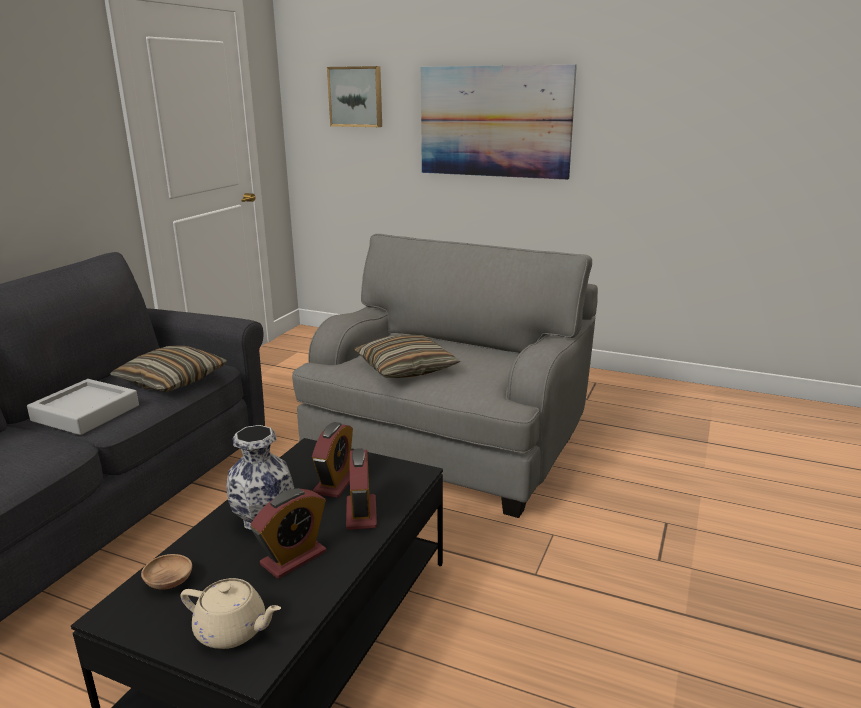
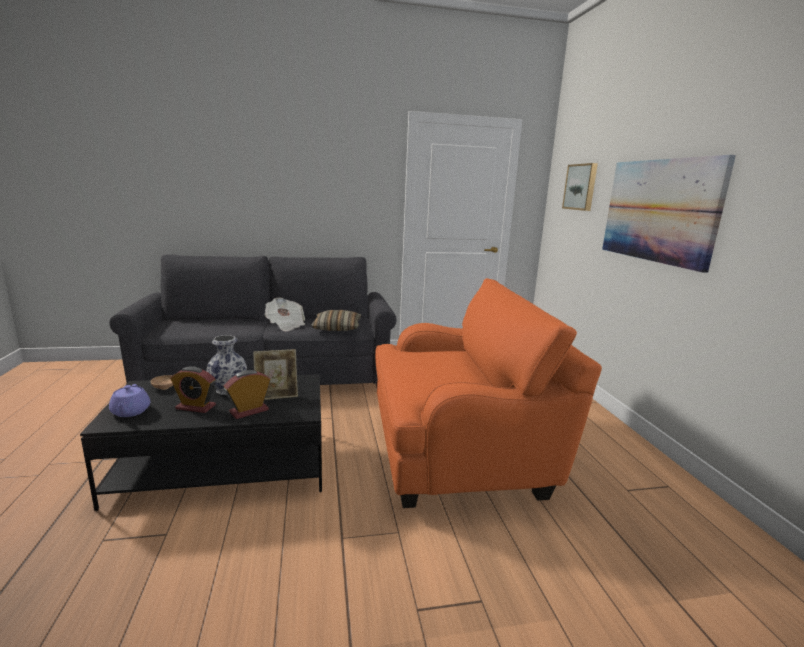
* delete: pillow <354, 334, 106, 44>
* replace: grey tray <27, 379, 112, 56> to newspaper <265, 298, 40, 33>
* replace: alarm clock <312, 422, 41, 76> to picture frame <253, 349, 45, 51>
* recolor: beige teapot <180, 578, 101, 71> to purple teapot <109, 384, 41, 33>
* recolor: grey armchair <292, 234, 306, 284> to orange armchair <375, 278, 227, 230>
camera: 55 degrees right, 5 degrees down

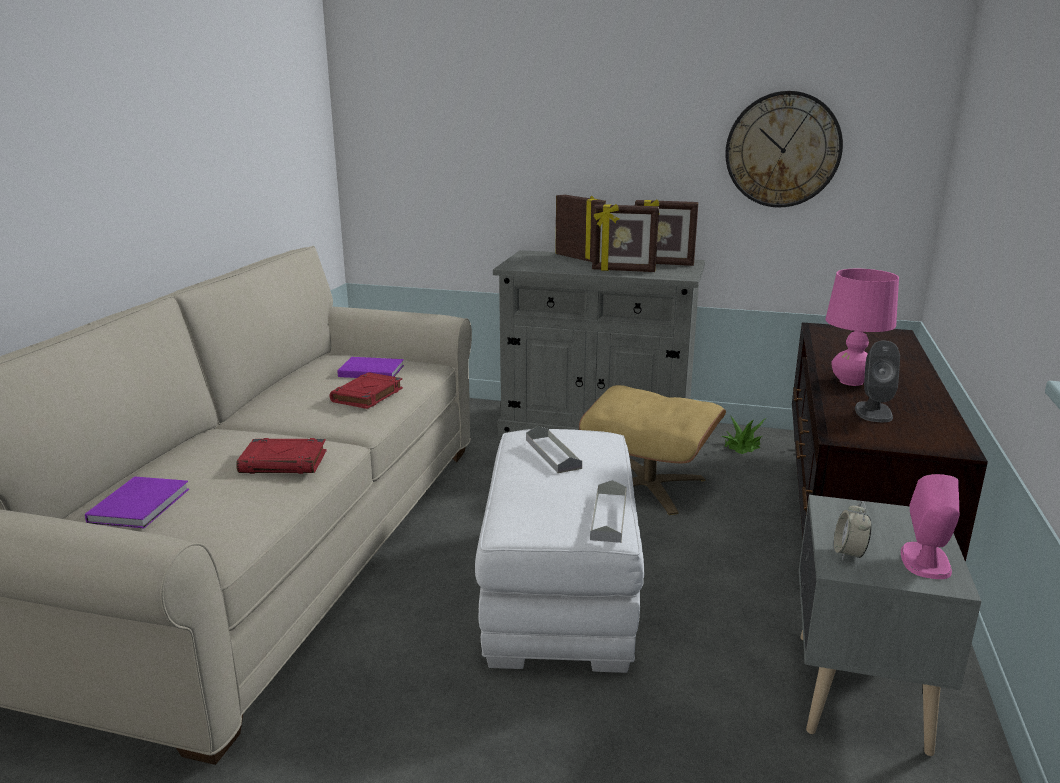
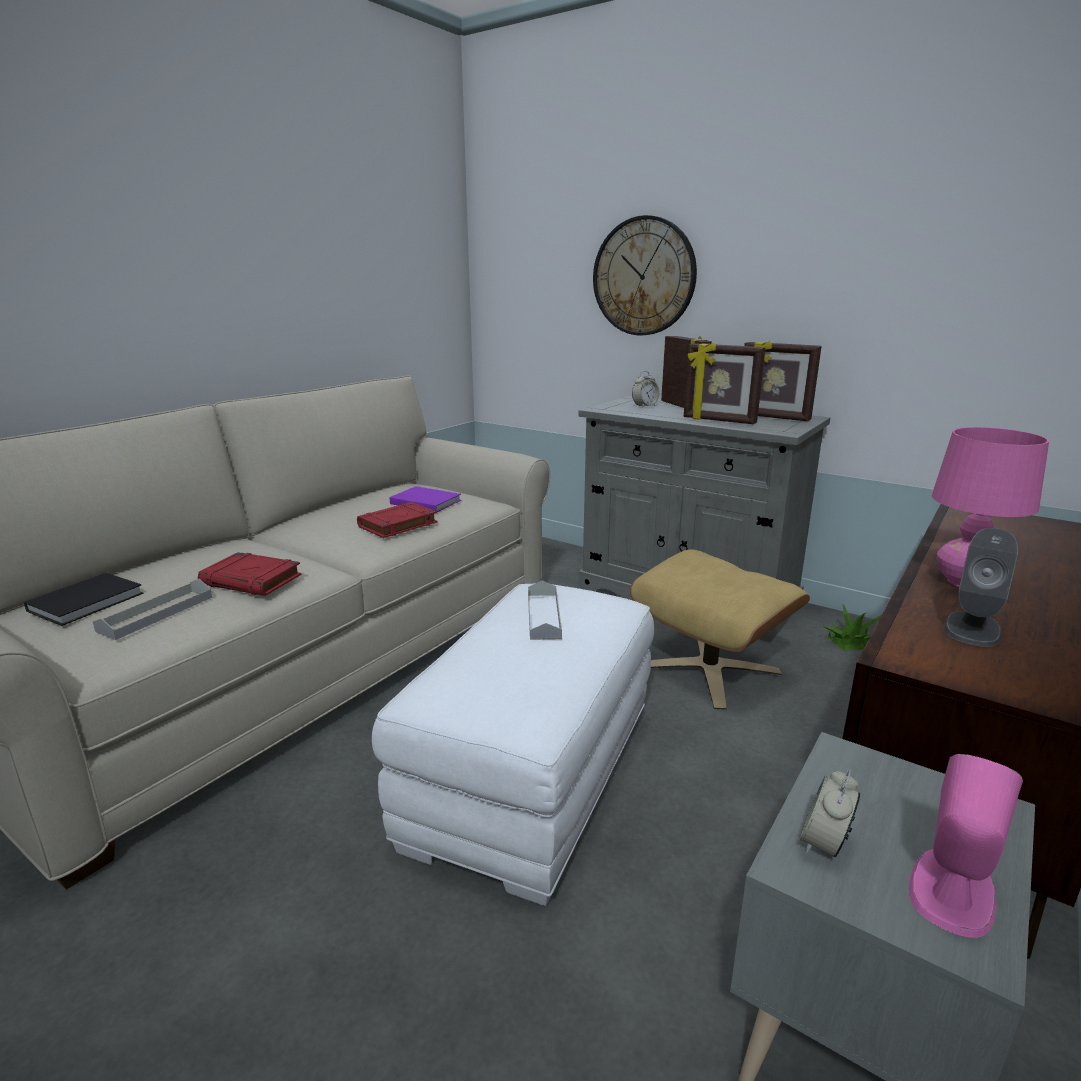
* insert: alarm clock <632, 371, 27, 37>
* move: grey tray <590, 480, 37, 63> to <93, 579, 119, 61>
* move: wall clock <725, 91, 118, 116> to <593, 215, 104, 120>
* recolor: purple book <85, 477, 104, 51> to black book <24, 573, 119, 53>
camera: 20 degrees right, 0 degrees up

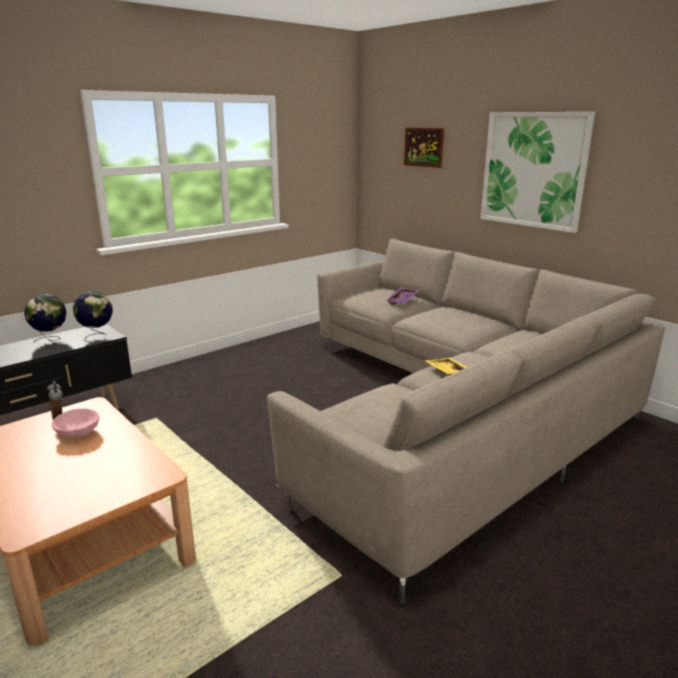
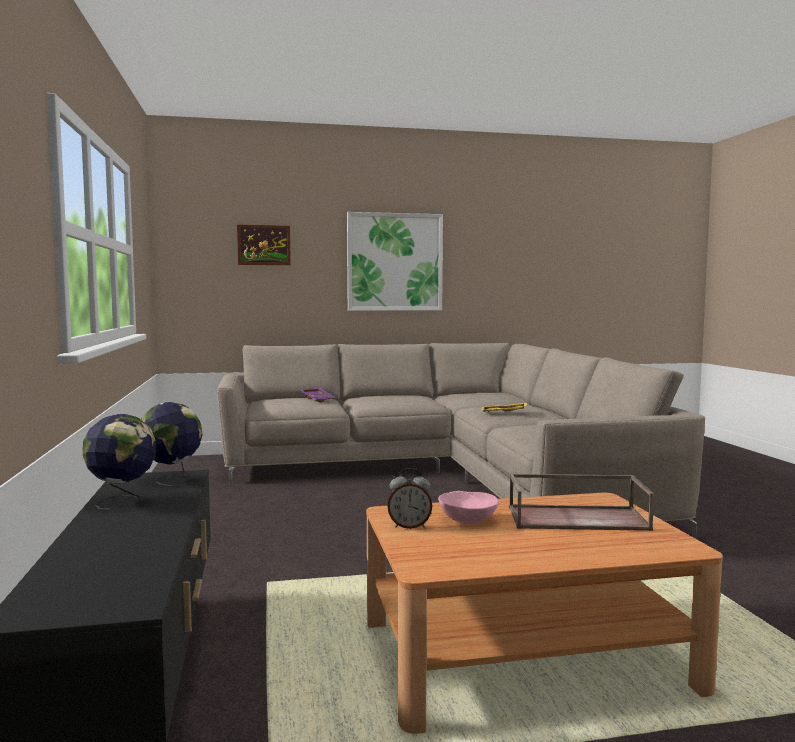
* insert: brown tray <509, 474, 145, 57>
camera: 60 degrees left, 15 degrees down

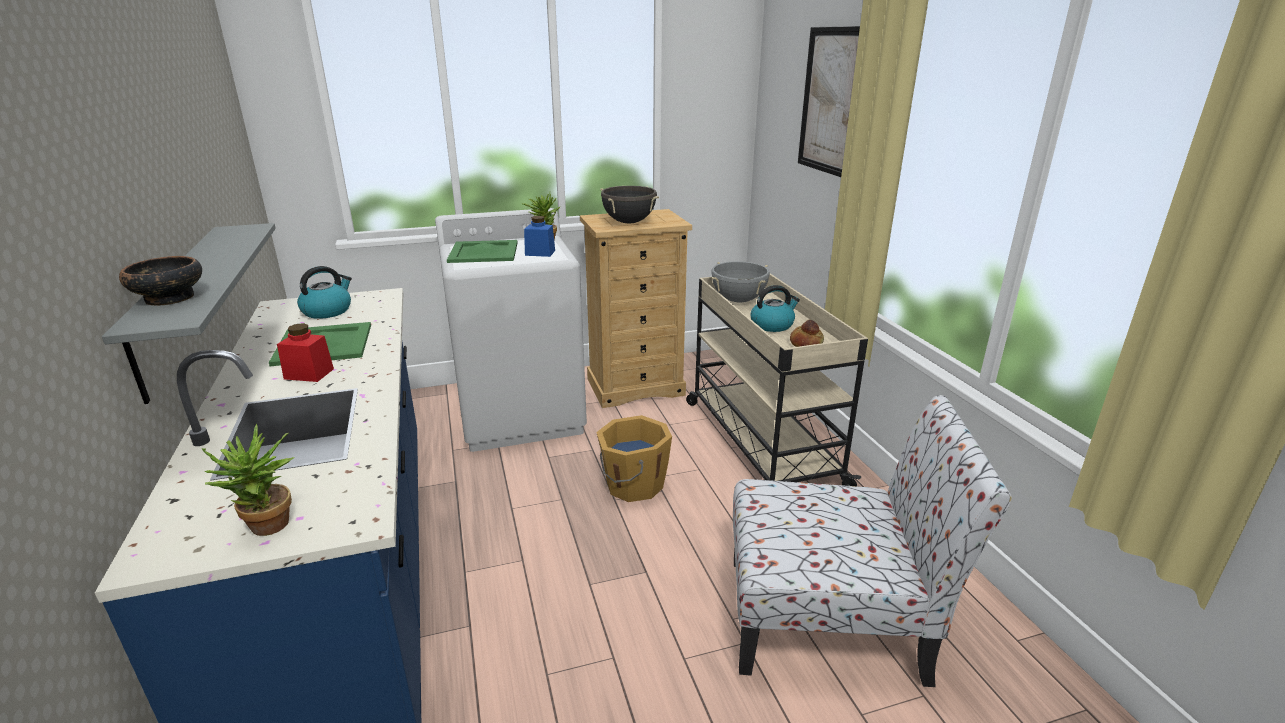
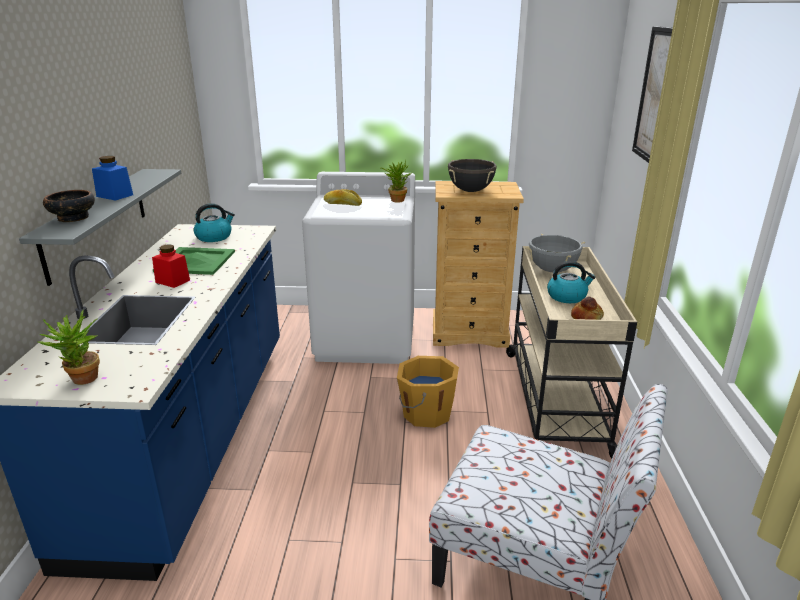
* move: blue jar <524, 216, 31, 41> to <92, 156, 41, 45>
* replace: green tray <447, 240, 71, 23> to bread <324, 189, 38, 17>
camera: 20 degrees right, 0 degrees up

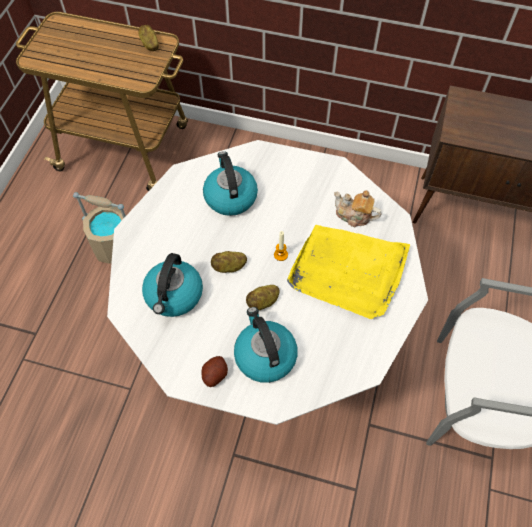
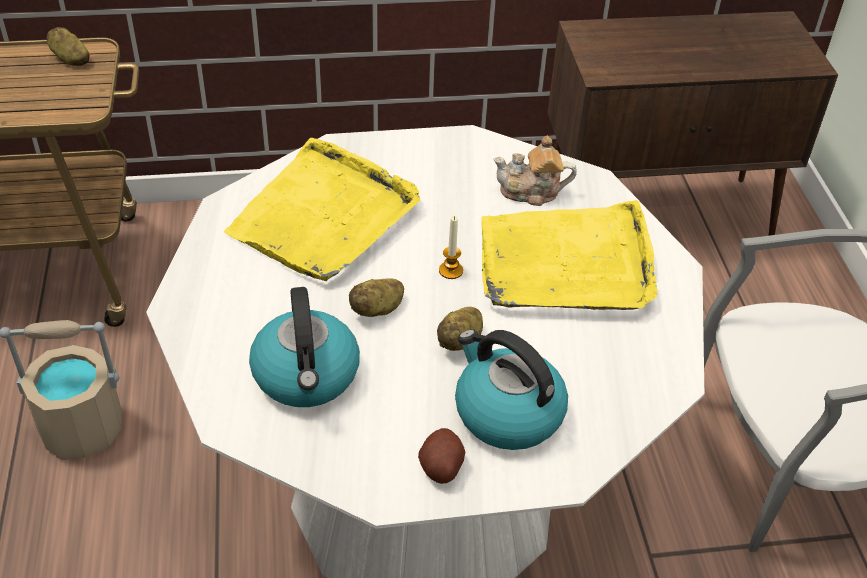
* replace: kettle <203, 151, 55, 65> to yellow tray <224, 138, 196, 143>
camera: 25 degrees left, 15 degrees down

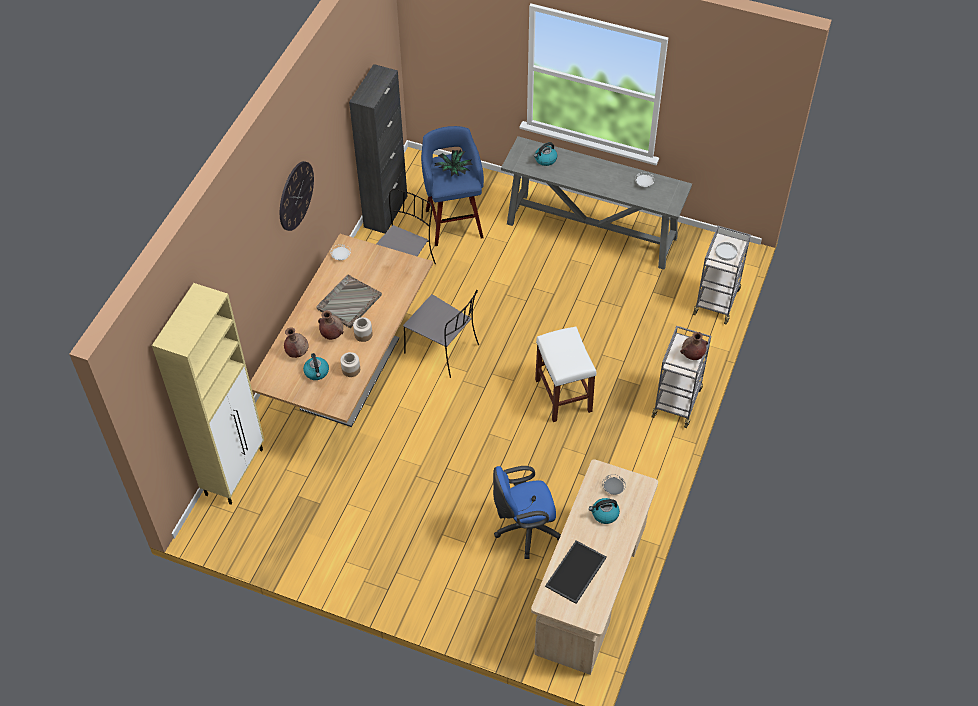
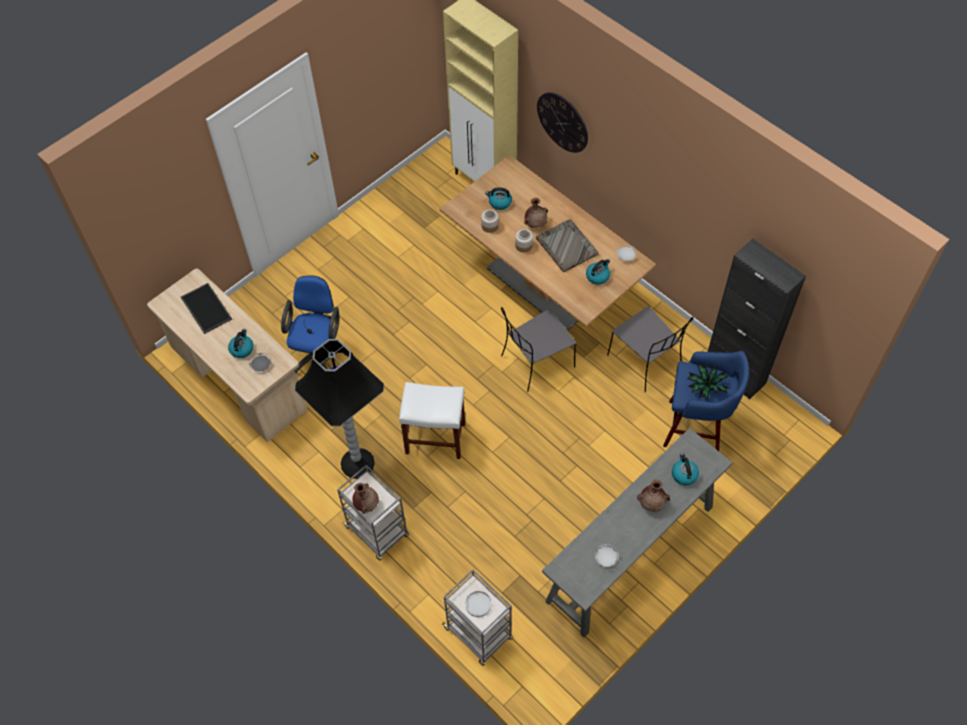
* insert: black floor lamp <295, 339, 89, 140>
* insert: kettle <586, 259, 24, 26>
* move: wall clock <280, 161, 34, 70> to <537, 92, 51, 61>
* move: brown vase <284, 327, 25, 31> to <637, 480, 33, 32>
camera: 115 degrees right, 5 degrees up

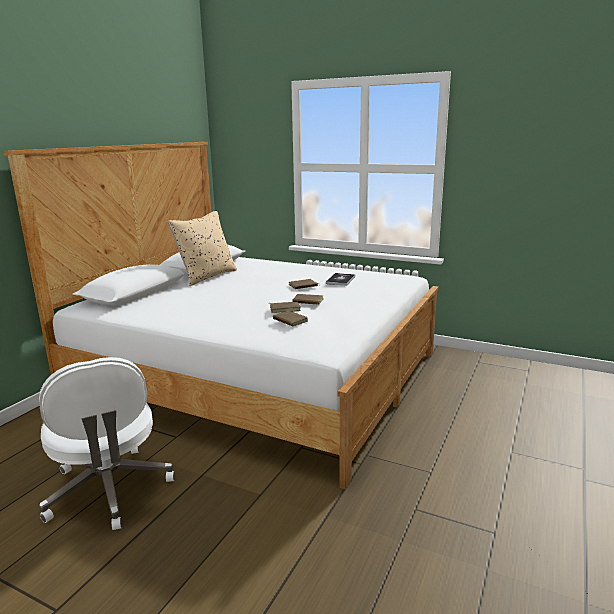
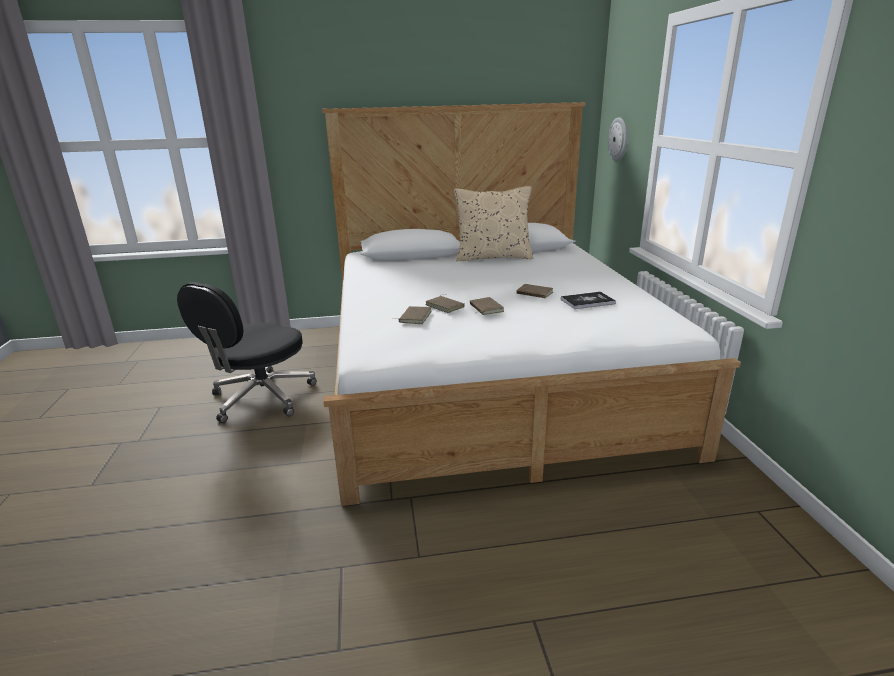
* insert: wall clock <608, 117, 19, 44>
* recolor: white office chair <39, 357, 136, 173> to black office chair <177, 282, 140, 141>
camera: 55 degrees right, 5 degrees up

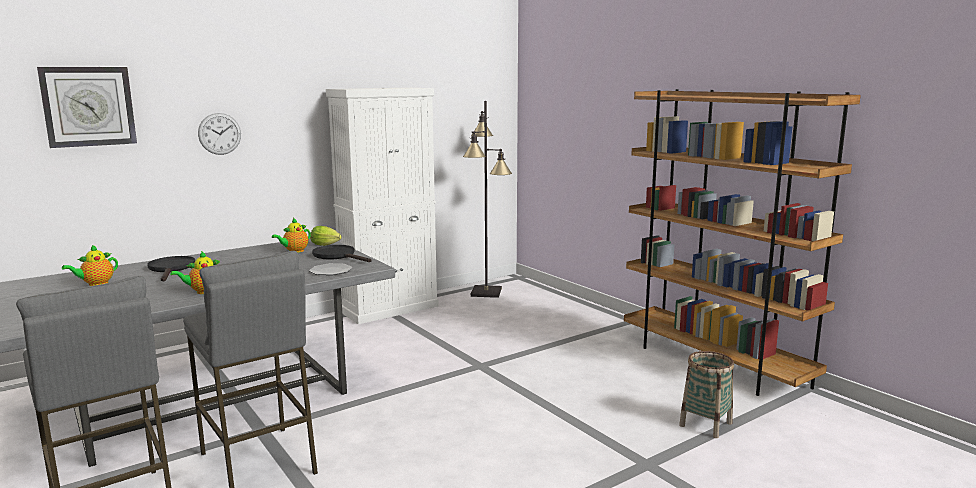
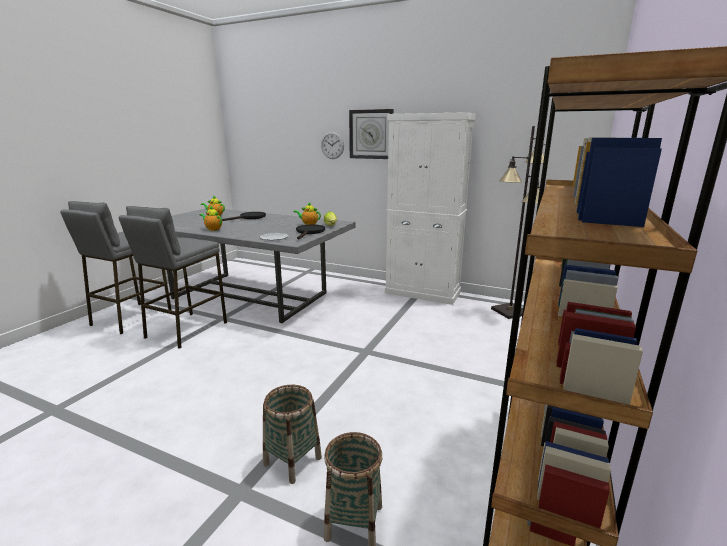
* insert: basket <263, 385, 59, 99>
* move: wall clock <37, 67, 100, 81> to <349, 109, 45, 50>
camera: 60 degrees right, 5 degrees up

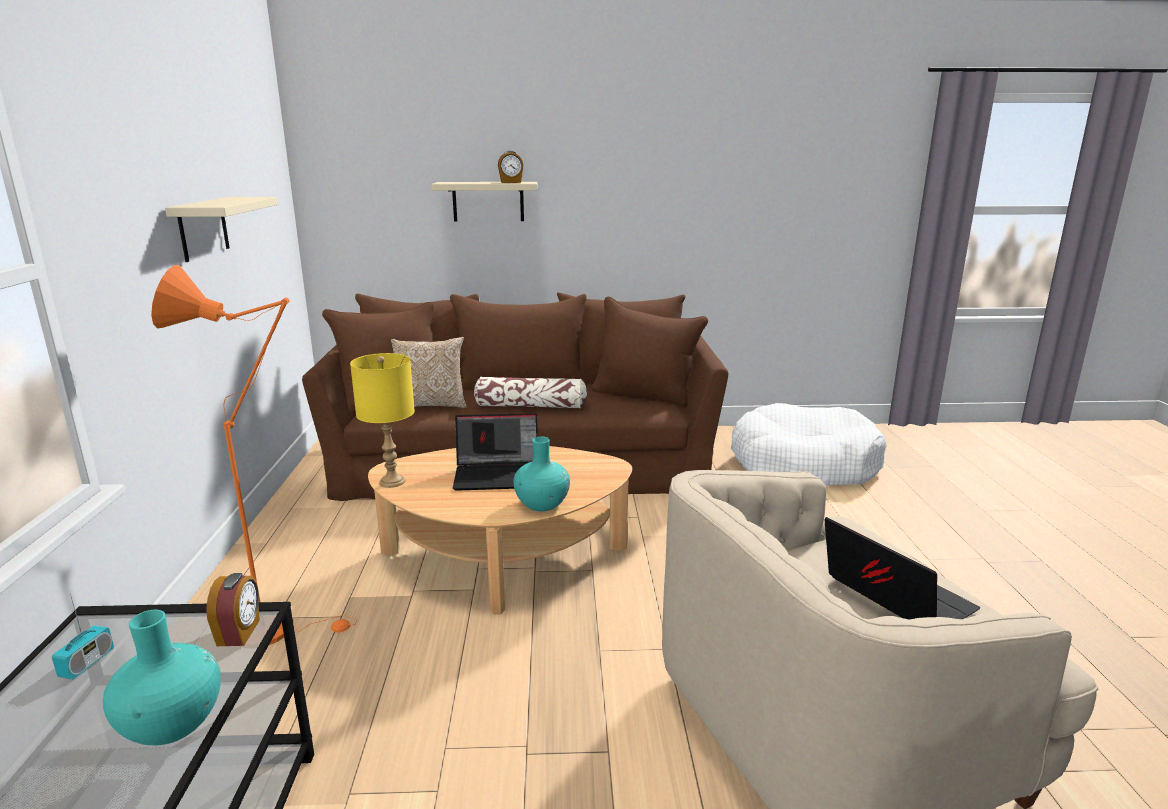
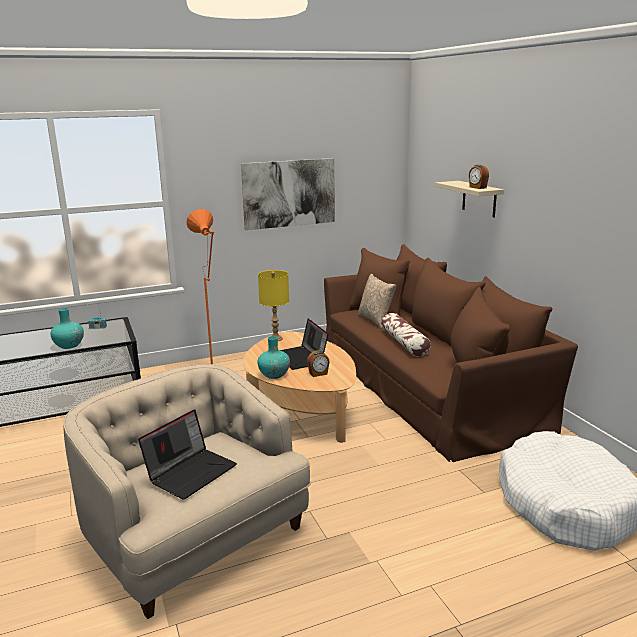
* move: alarm clock <206, 573, 54, 73> to <307, 350, 23, 27>
* replace: beige shelf <165, 197, 113, 65> to picture <241, 158, 94, 72>
camera: 70 degrees right, 0 degrees up

